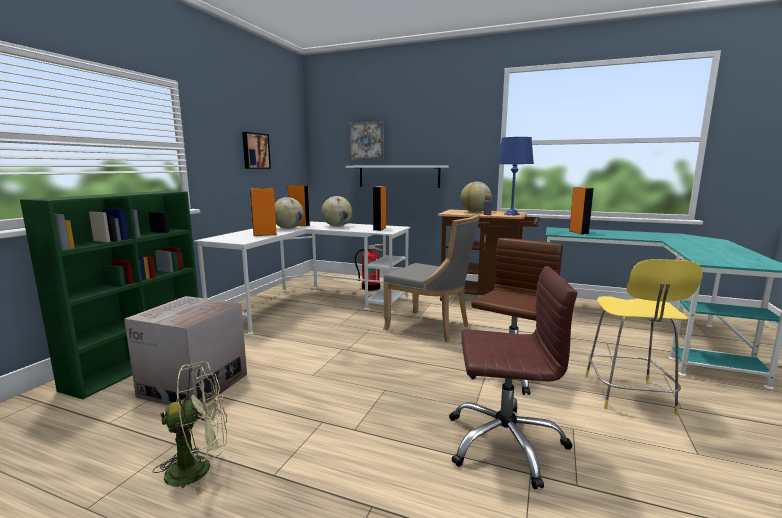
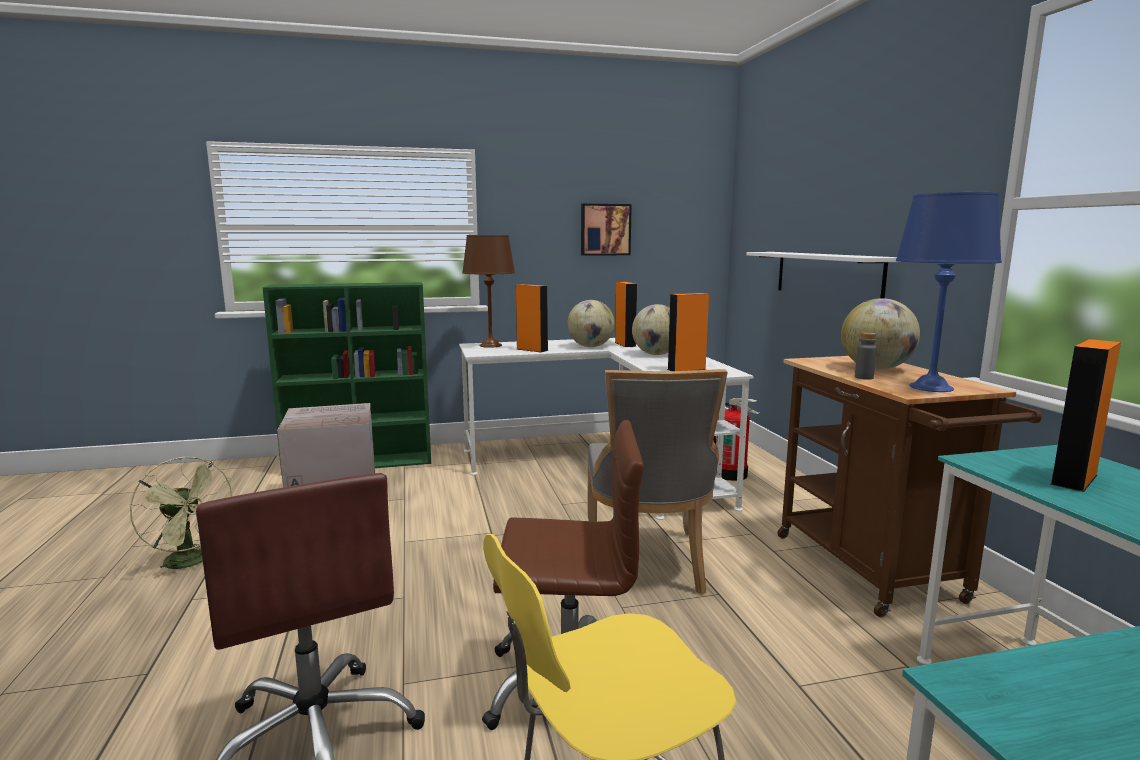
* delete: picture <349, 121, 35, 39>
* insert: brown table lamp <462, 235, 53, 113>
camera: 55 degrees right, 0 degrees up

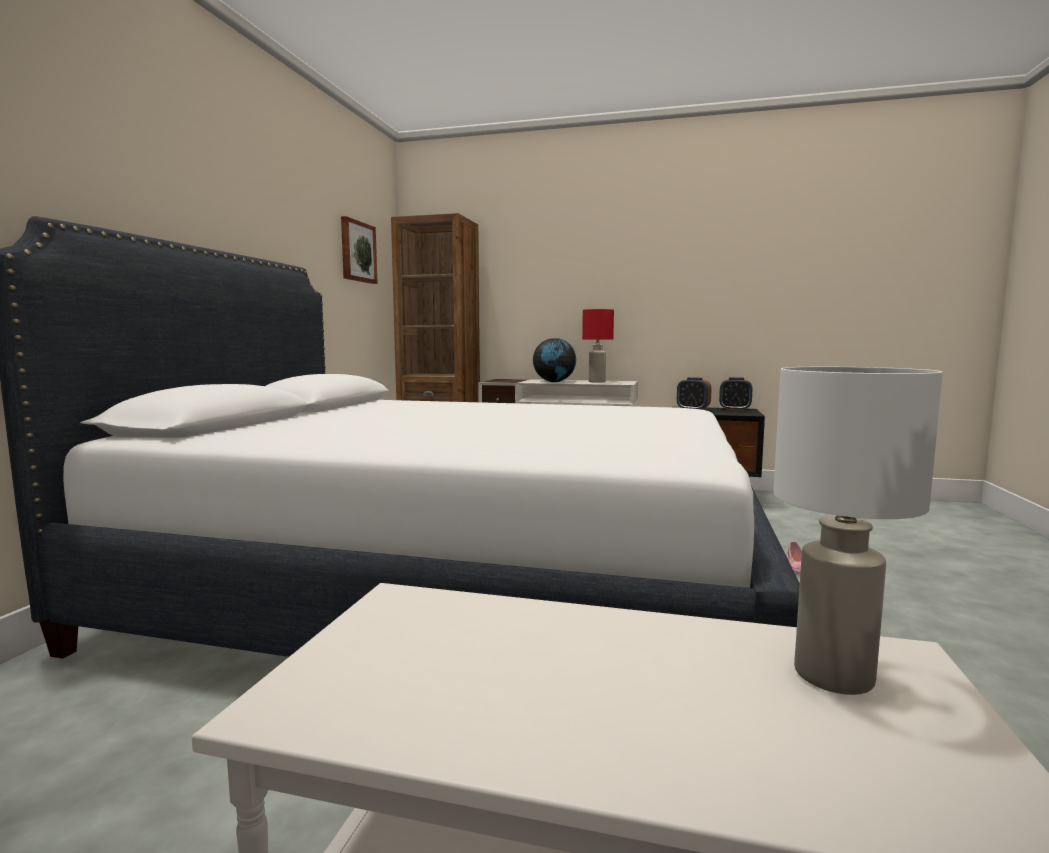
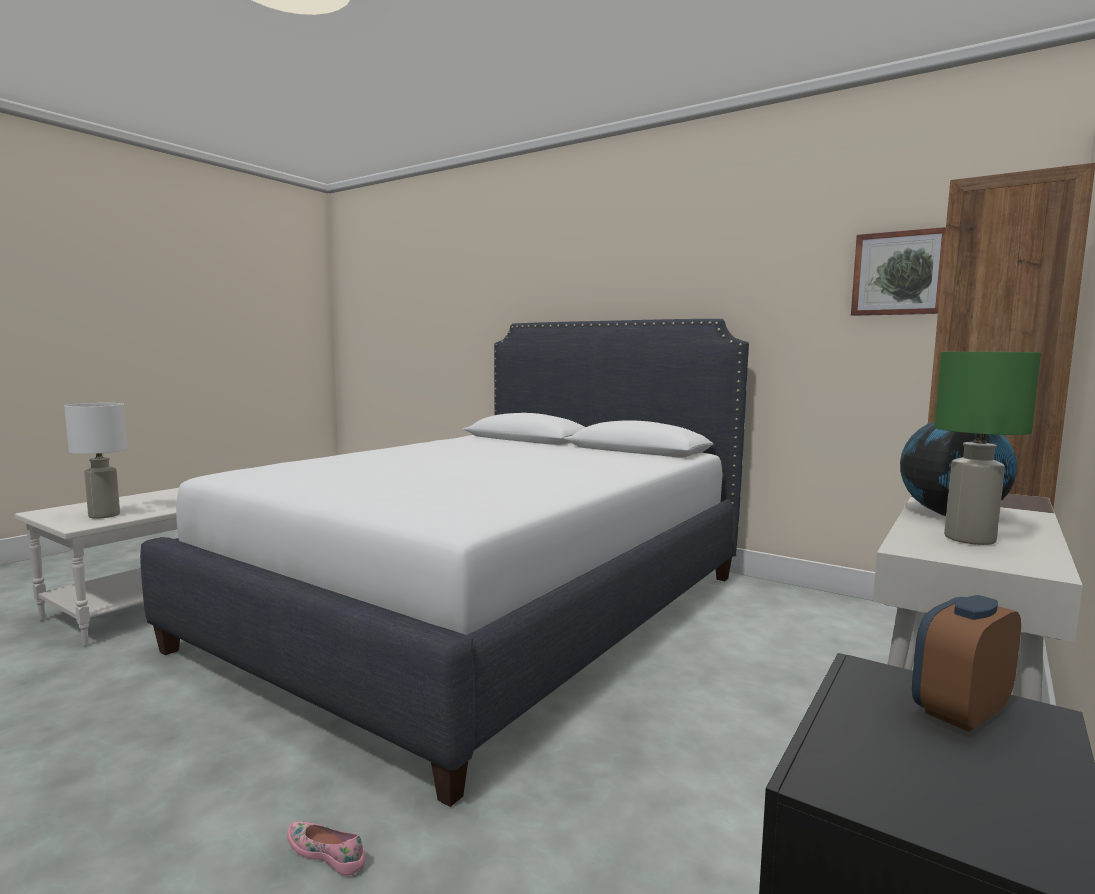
* delete: alarm clock <719, 377, 33, 34>
* recolor: red table lamp <582, 309, 32, 74> to green table lamp <934, 352, 107, 193>
camera: 110 degrees right, 0 degrees up

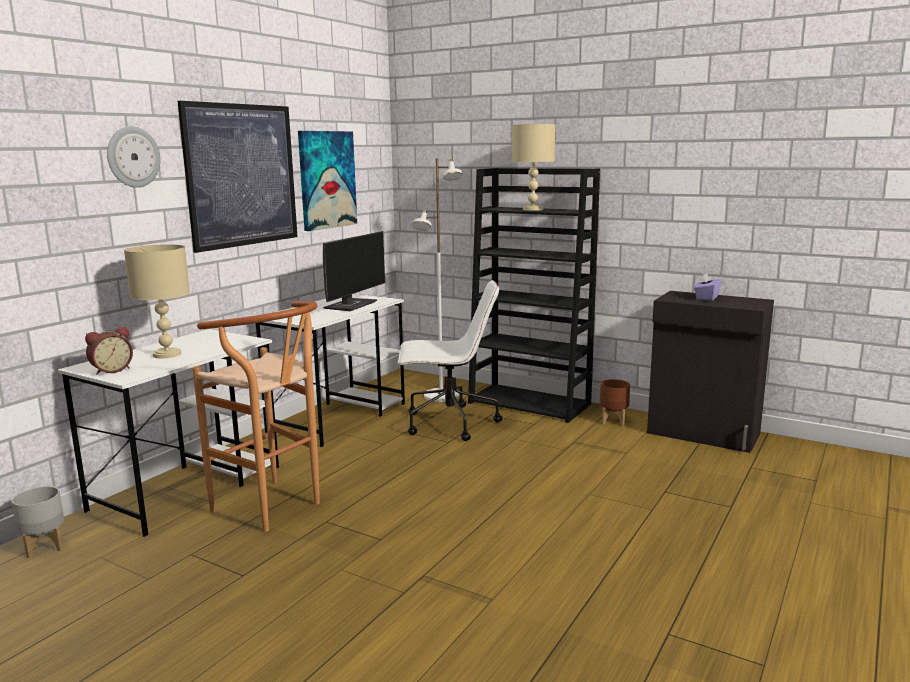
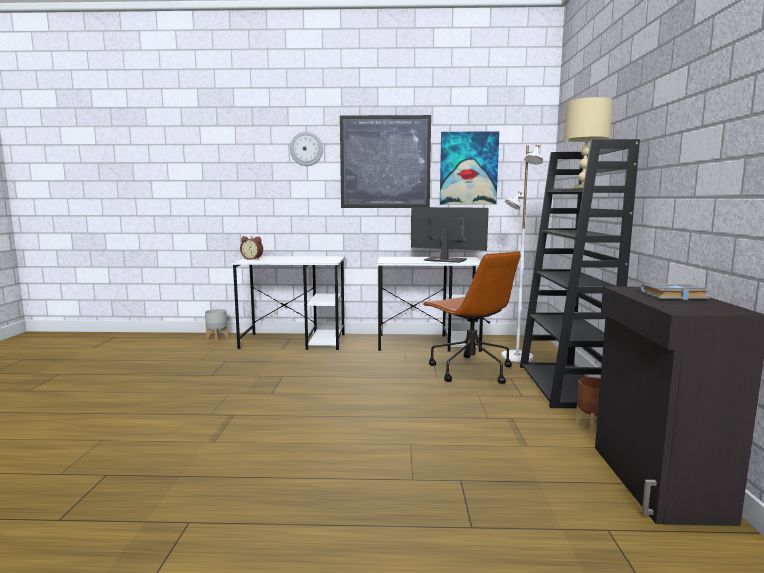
* delete: beige table lamp <124, 244, 66, 115>
* delete: brown stool <193, 301, 127, 231>
* replace: purple tissue box <694, 273, 27, 28> to grey book <641, 284, 70, 16>
* recolor: white office chair <398, 280, 104, 161> to brown office chair <423, 251, 98, 133>
* rotate: monitor <323, 231, 62, 80> = <411, 207, 78, 56> 150 degrees counterclockwise
camera: 60 degrees right, 5 degrees down

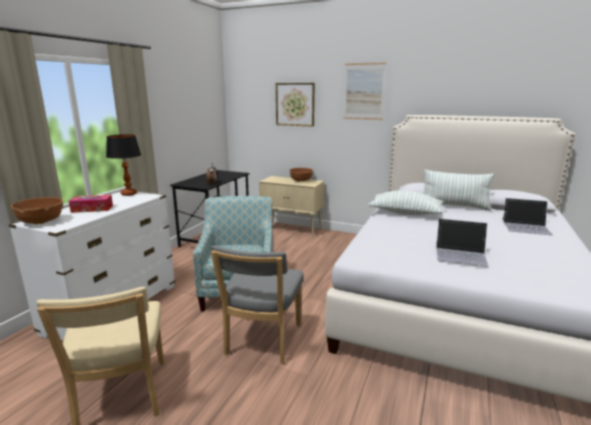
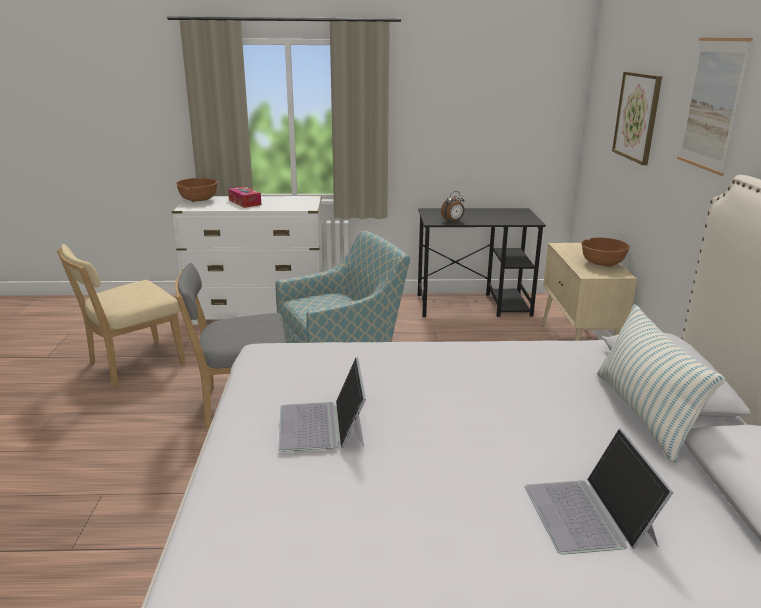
* delete: table lamp <106, 134, 35, 62>
* delete: pillow <368, 191, 76, 24>
camera: 65 degrees right, 5 degrees up

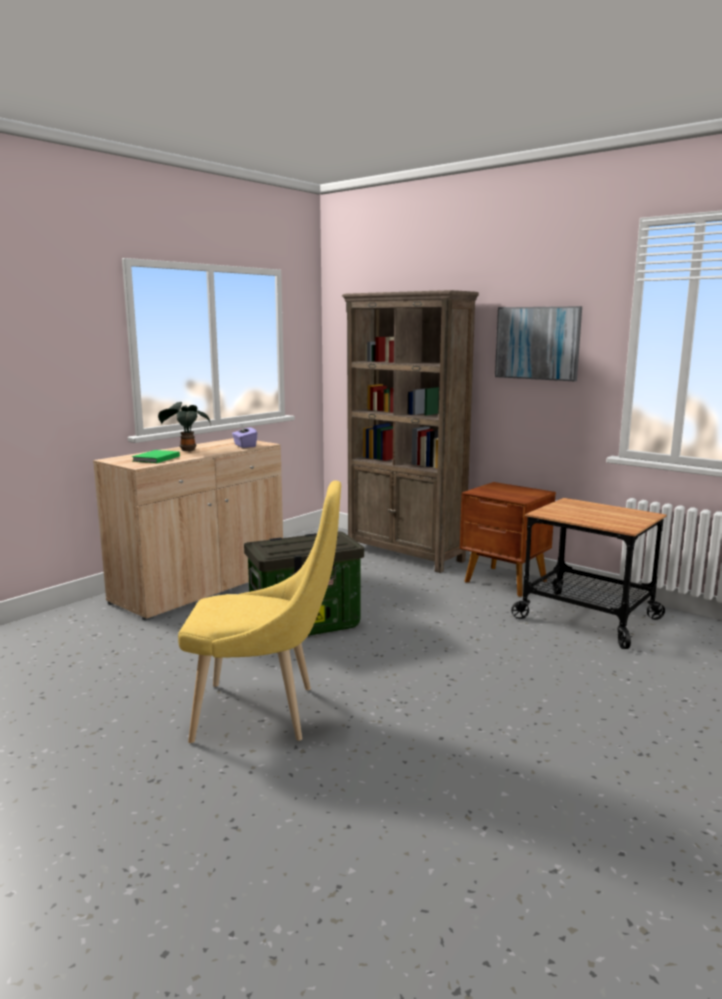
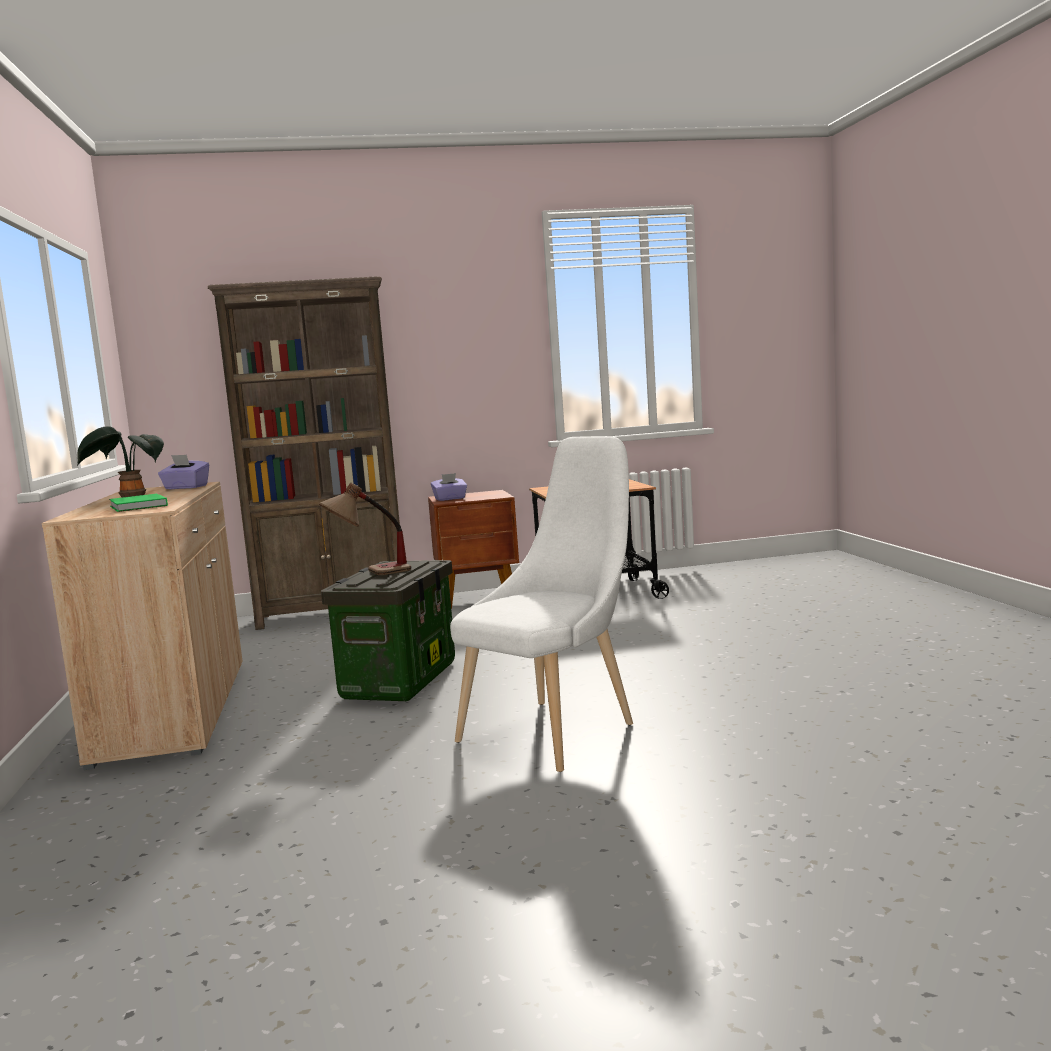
* delete: picture <495, 306, 87, 75>
* insert: table lamp <319, 483, 93, 92>
* insert: purple tissue box <431, 473, 36, 28>
* recolor: yellow chair <178, 480, 163, 263> to white chair <450, 436, 183, 336>
camera: 50 degrees left, 5 degrees down

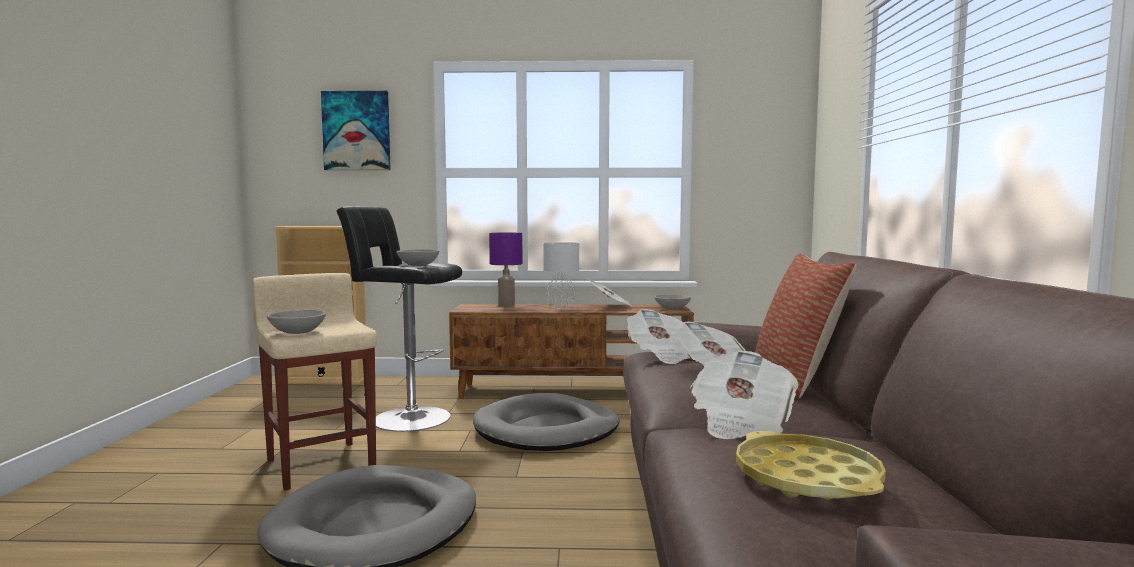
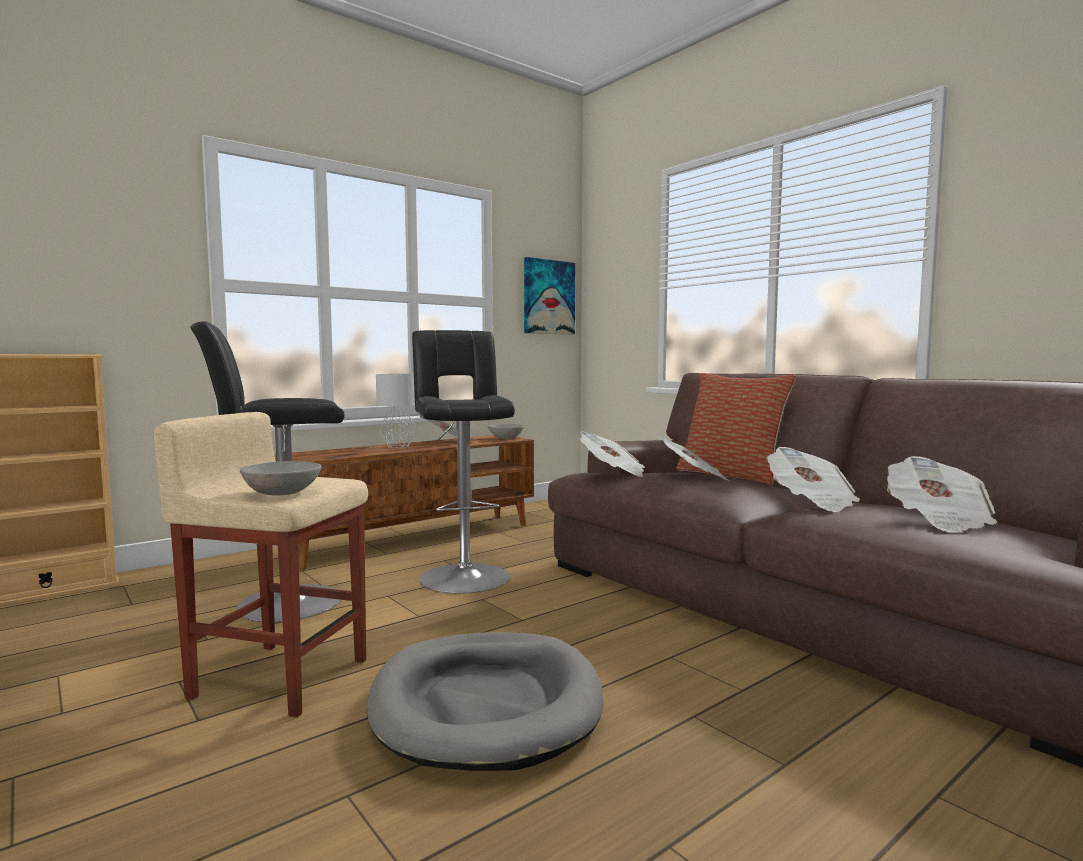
* delete: grey bowl <396, 249, 43, 17>
* delete: purple table lamp <489, 233, 34, 74>
* move: picture <321, 91, 70, 79> to <524, 257, 51, 78>
* replace: grey dog bed <473, 393, 147, 58> to black stool <412, 330, 103, 264>
* replace: yellow tray <736, 431, 150, 69> to newspaper <887, 456, 110, 76>
camera: 40 degrees left, 0 degrees up

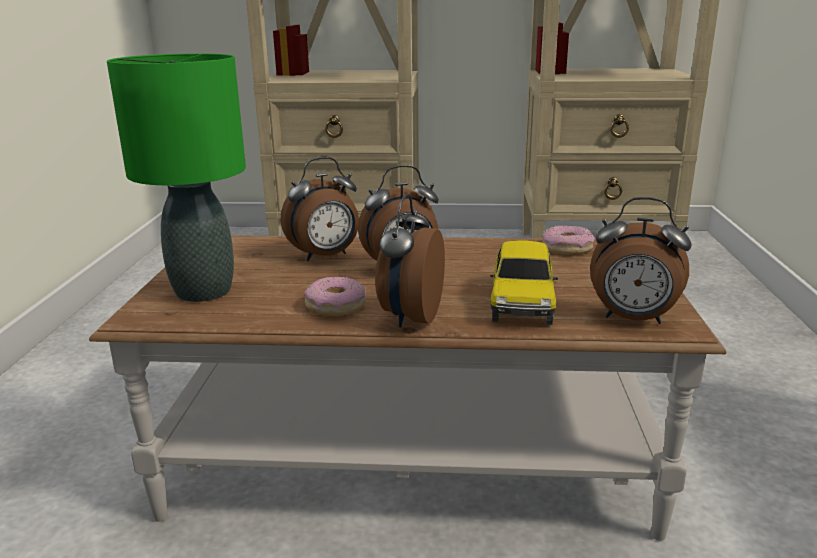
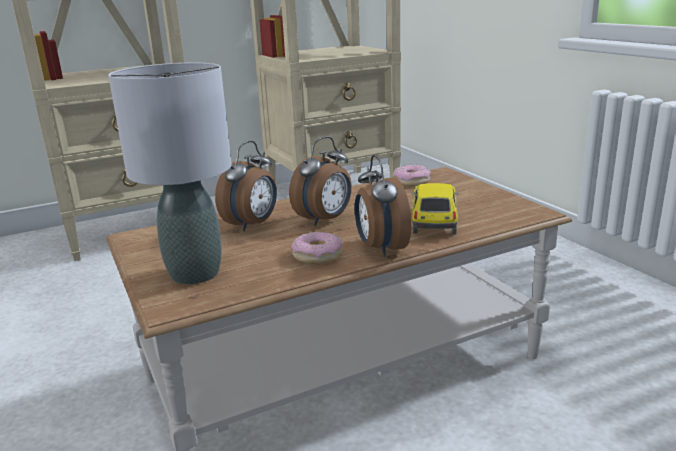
* delete: alarm clock <590, 197, 102, 127>
* recolor: green table lamp <107, 53, 139, 249> to grey table lamp <108, 63, 124, 222>
* rotate: toy car <490, 240, 68, 85> = <412, 183, 47, 51> 150 degrees counterclockwise
camera: 30 degrees left, 0 degrees up

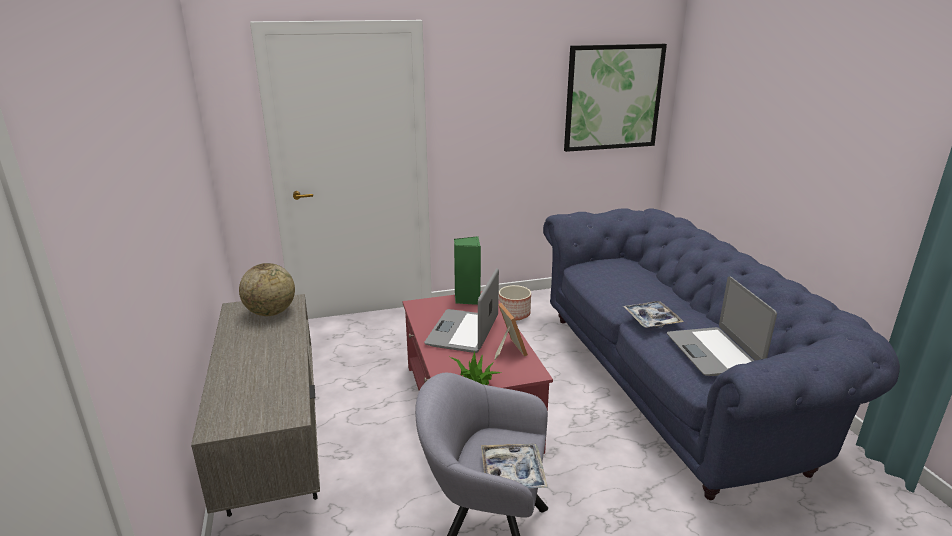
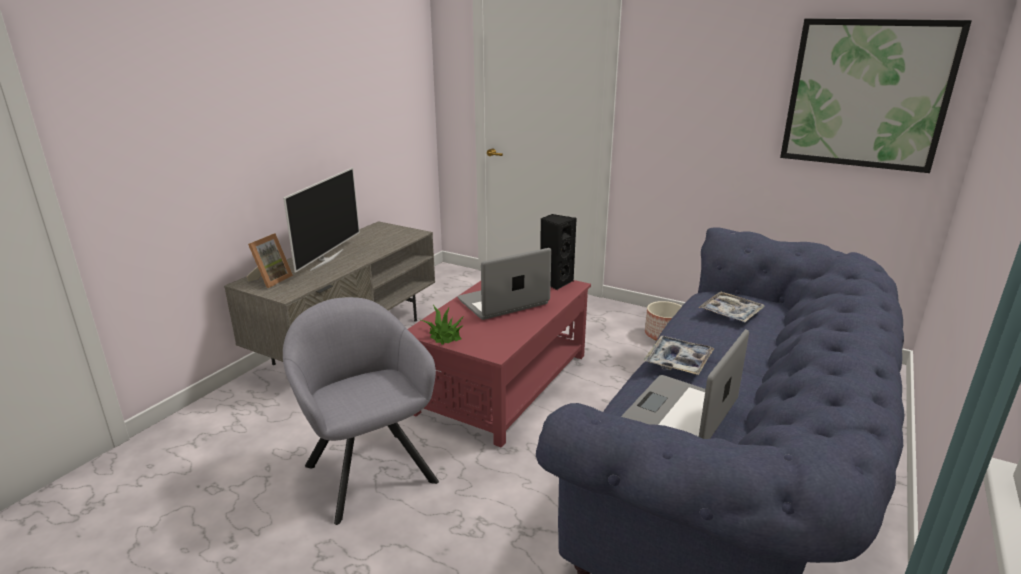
* delete: globe <239, 263, 56, 53>
* insert: television <283, 168, 77, 105>
* move: tray <481, 444, 67, 44> to <699, 292, 65, 30>
* move: picture frame <494, 303, 34, 57> to <247, 233, 46, 55>
* recolor: green speaker <454, 236, 27, 69> to black speaker <540, 214, 37, 76>
camera: 45 degrees right, 0 degrees up

